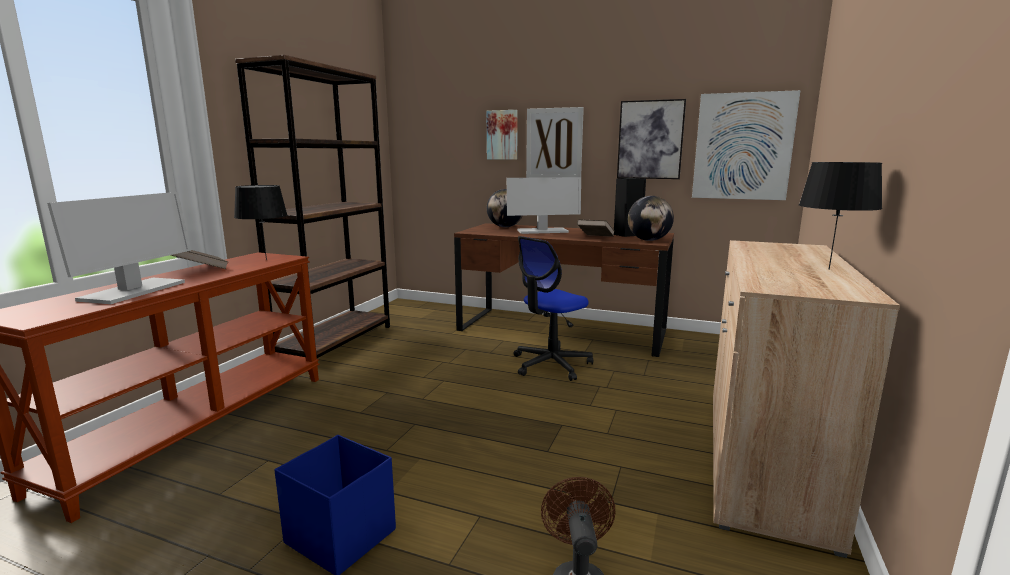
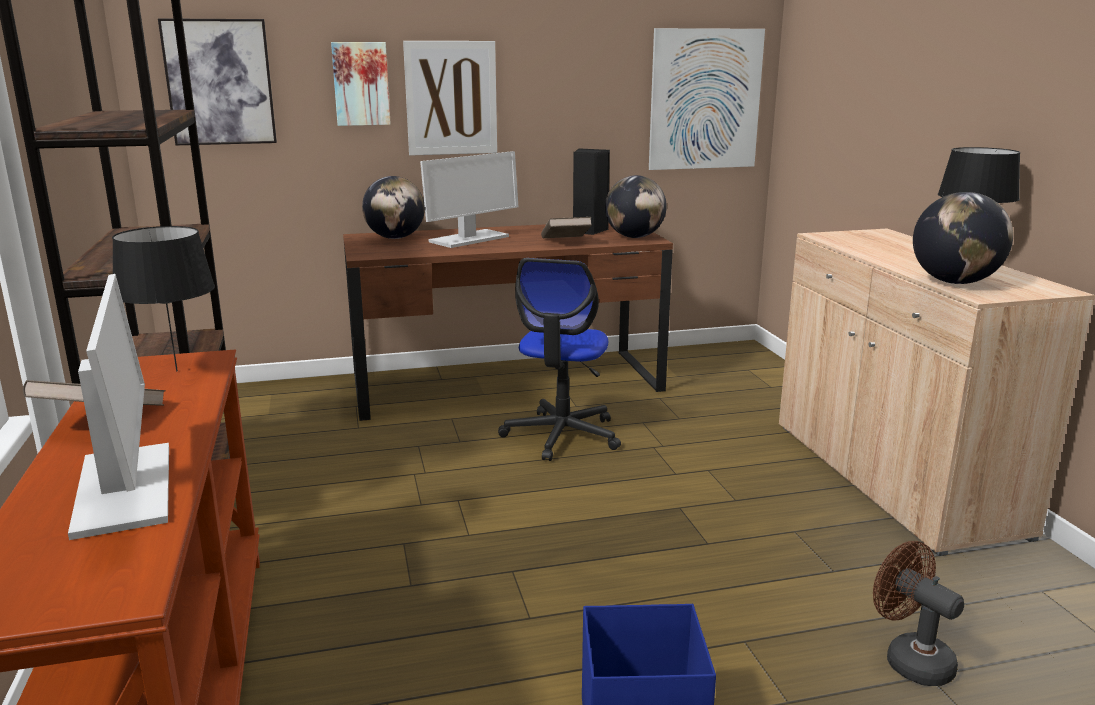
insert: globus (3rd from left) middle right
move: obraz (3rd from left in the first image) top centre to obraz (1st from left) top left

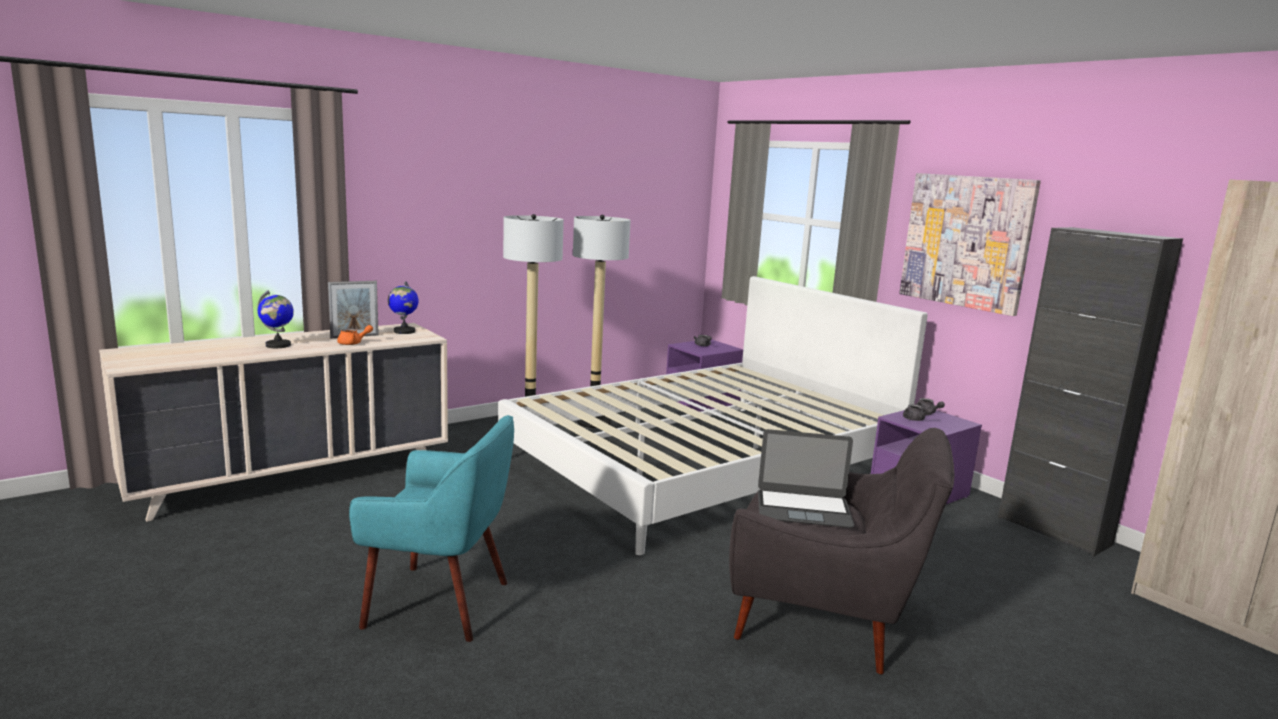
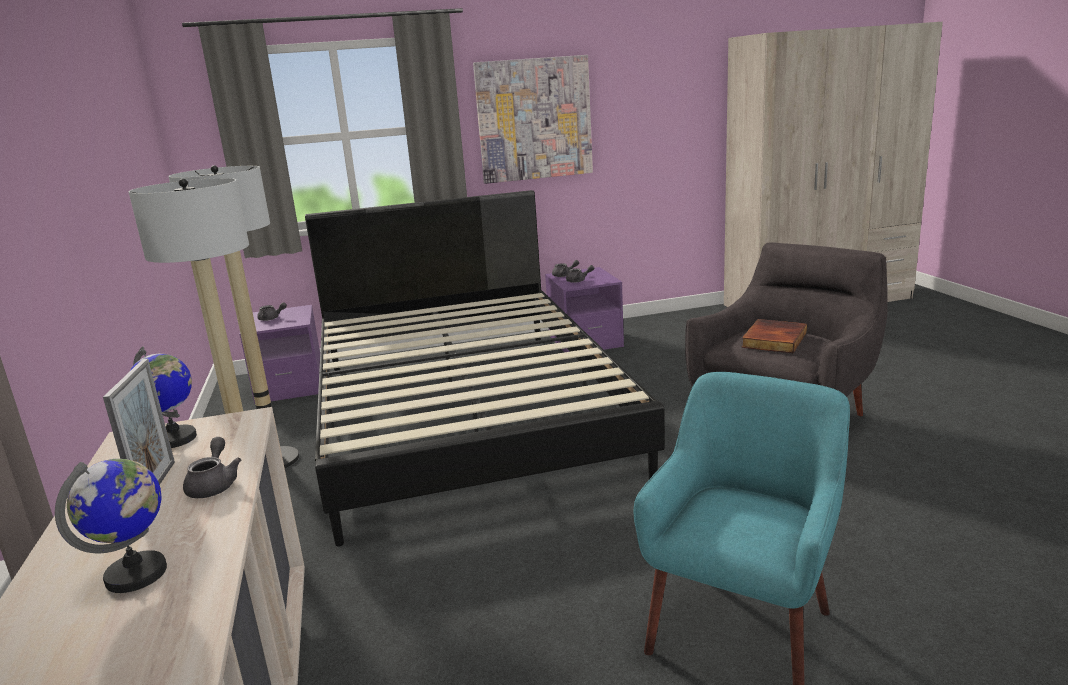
delete: szafka/czarny middle right
replace: laptop centre to książka middle right
recolor: imbryk/pomarańczowy middle left to imbryk/szary (1st from left) bottom left; łóżko/biały centre to łóżko/czarny centre

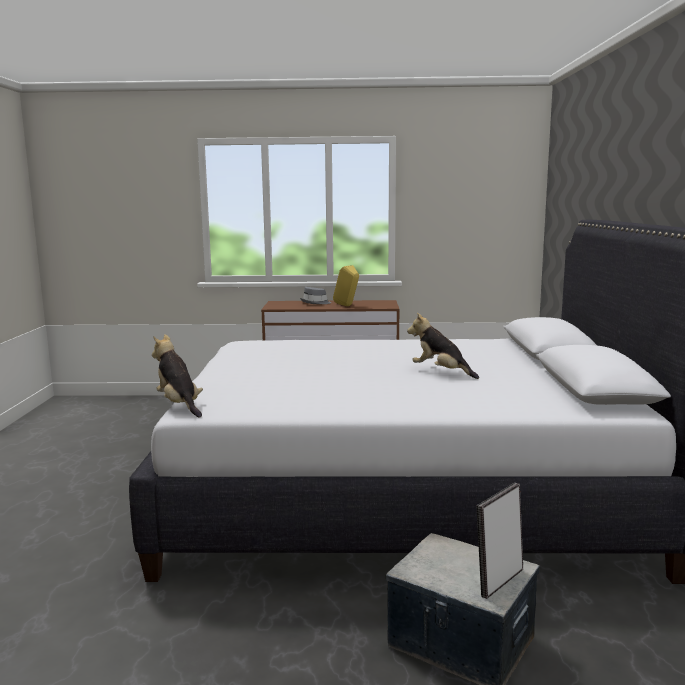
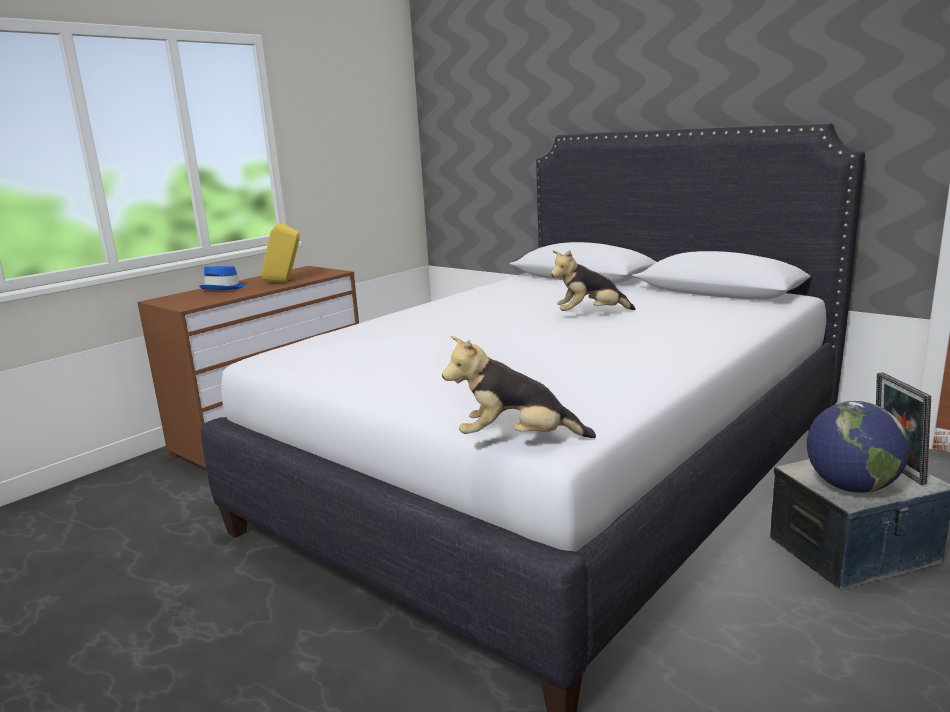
insert: globus middle right
recolor: kapelusz/szary centre to kapelusz/niebieski middle left

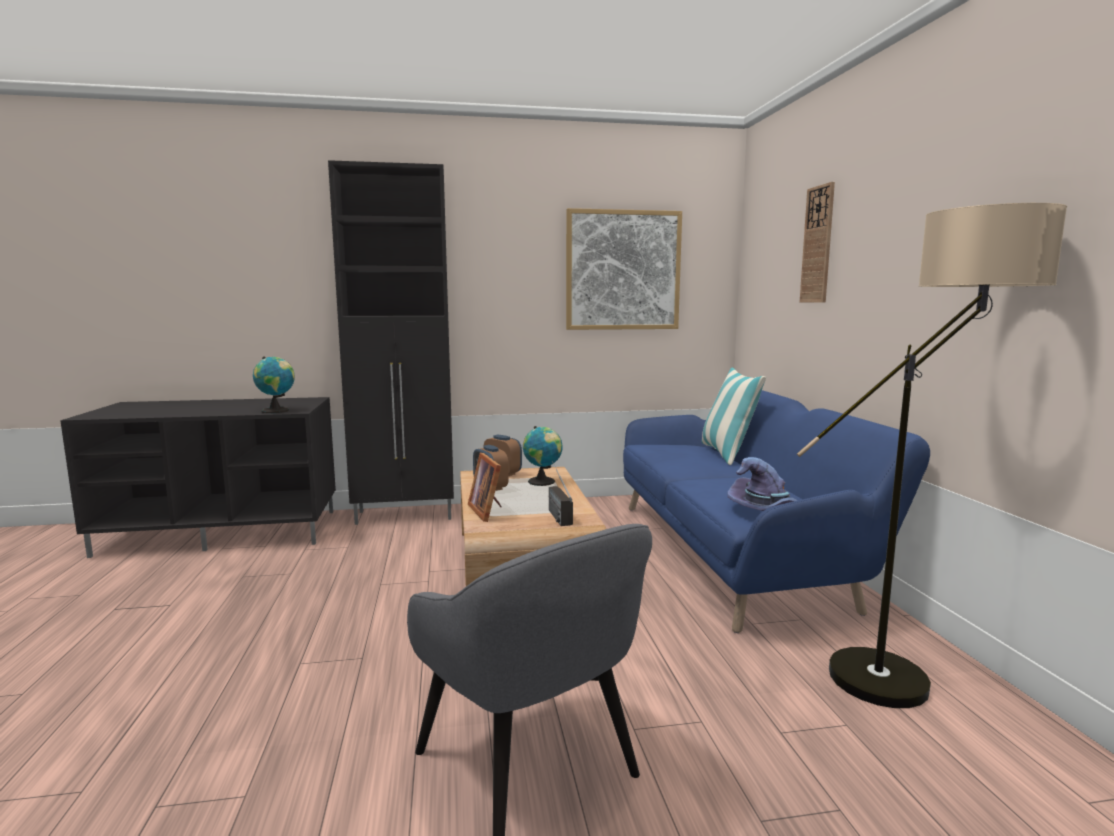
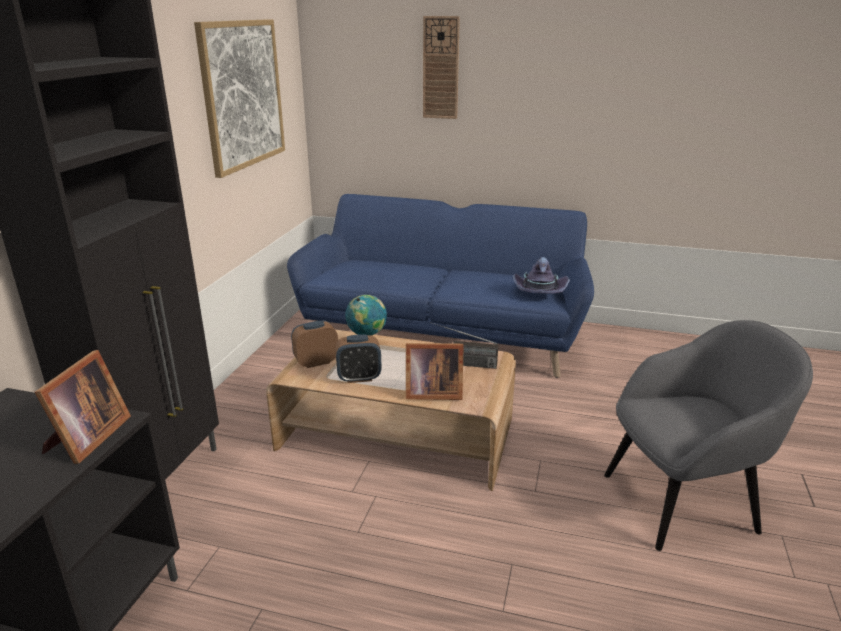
delete: poduszka centre; lampa stojąca middle right
replace: globus (1st from left) middle left to ramka na zdjęcie (1st from left) middle left

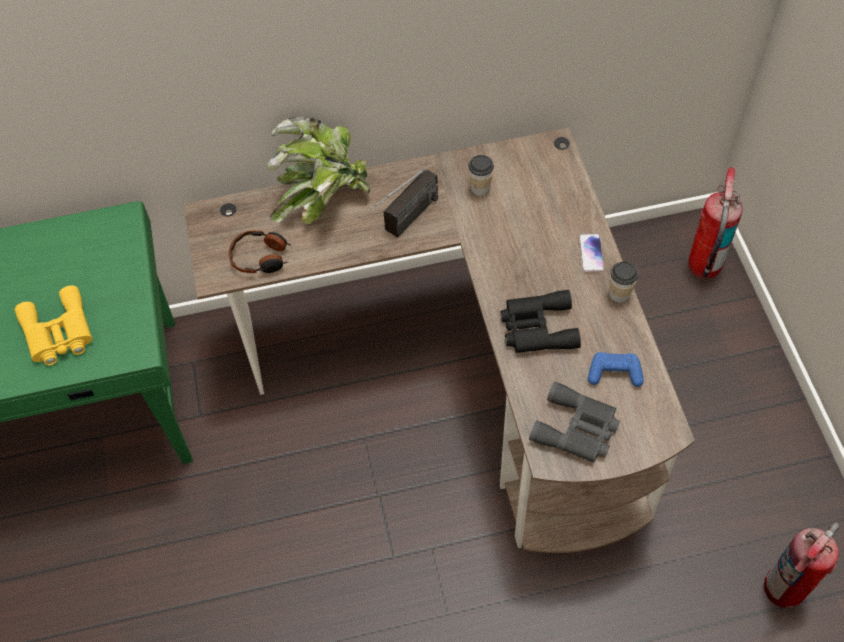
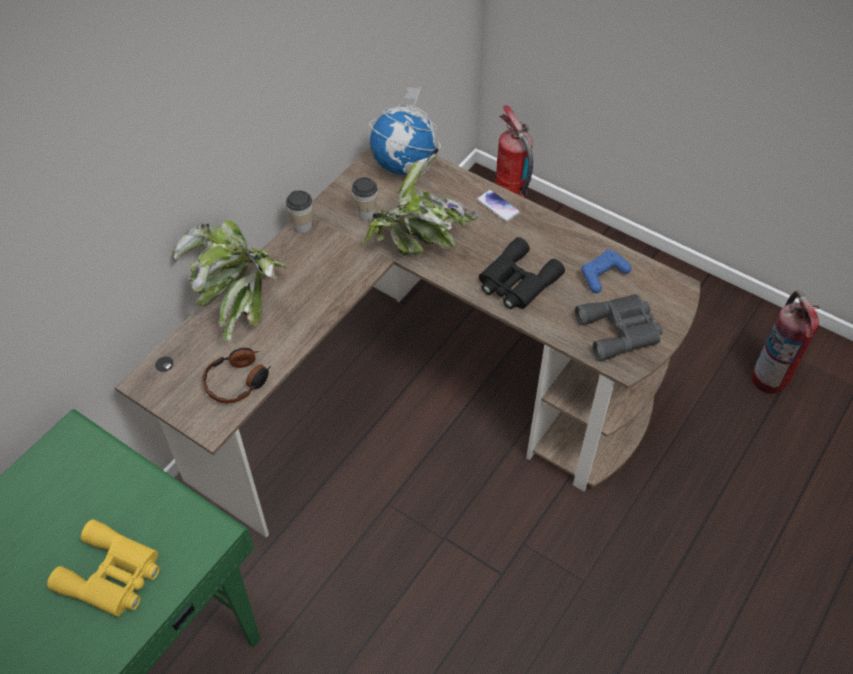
delete: radio top centre
insert: roślina doniczkowa (2nd from left) top centre; globus top centre
move: filiżanka (2nd from left in the first image) middle right to filiżanka (1st from left) top centre

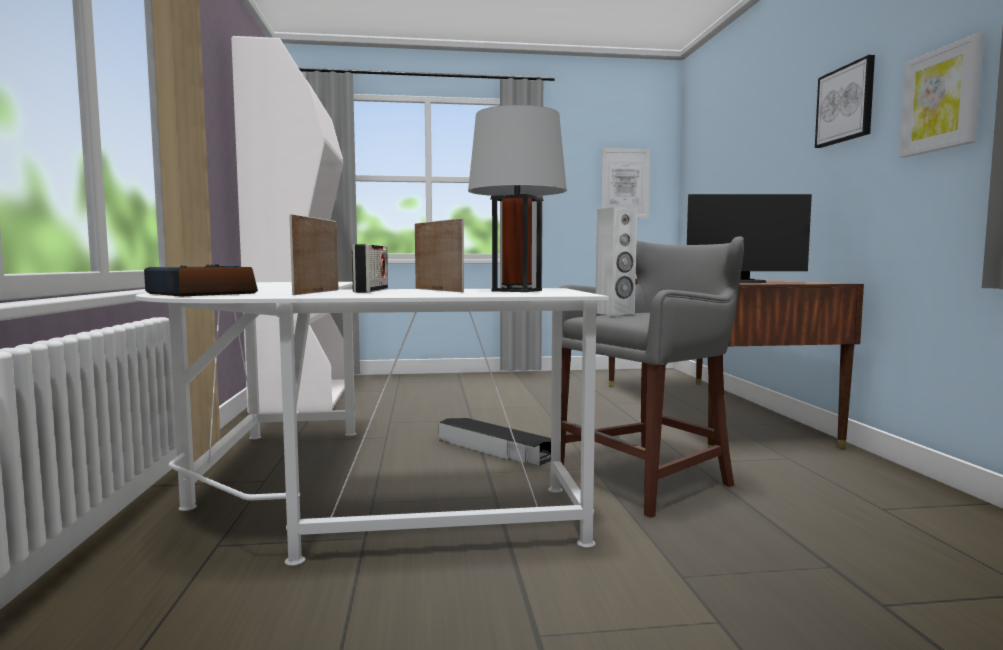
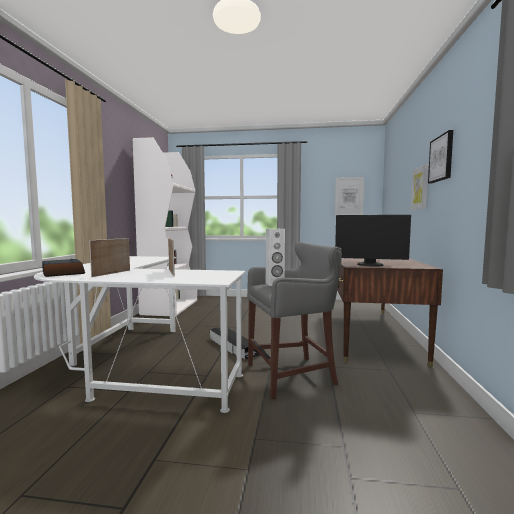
delete: radio centre; lampa stołowa/szary top centre
move: obraz (3rd from left in the first image) top right to obraz (2nd from left) middle right

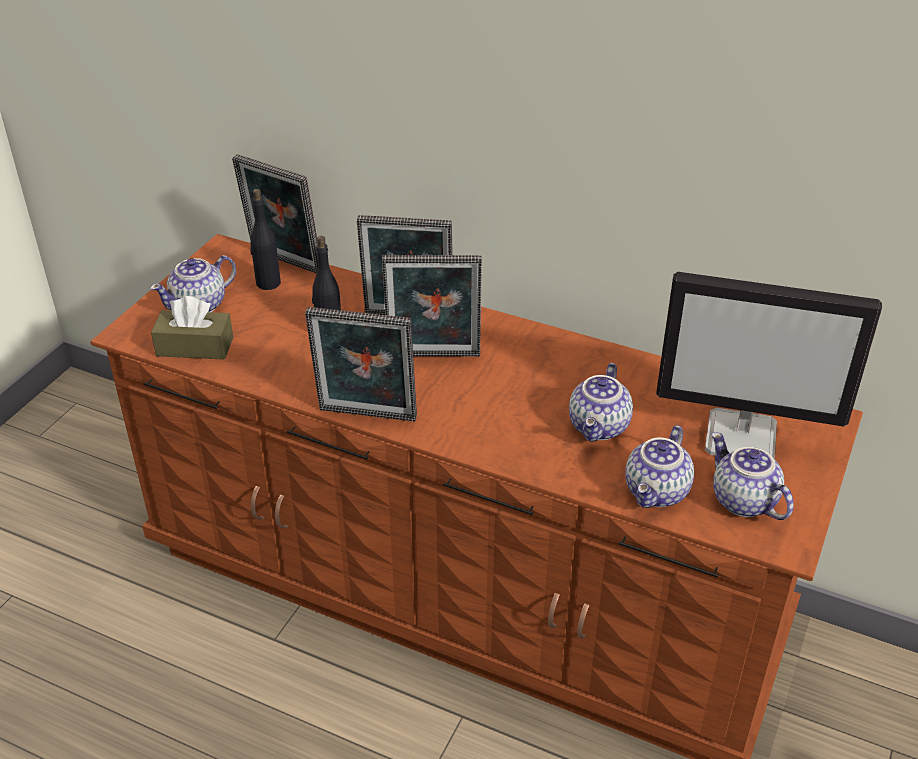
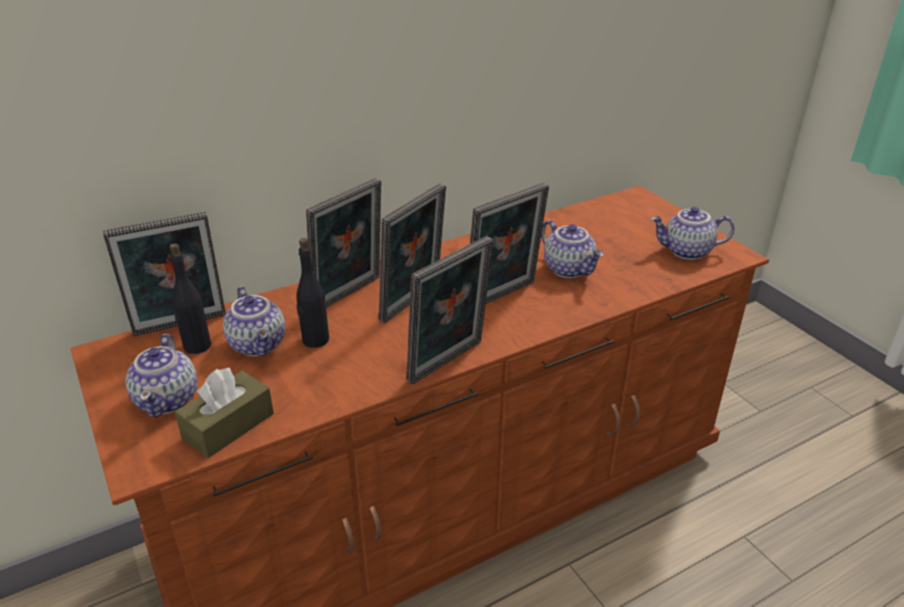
delete: monitor middle right
insert: ramka na zdjęcie (5th from left) centre
move: imbryk (3rd from left in the first image) middle right to imbryk (2nd from left) middle left

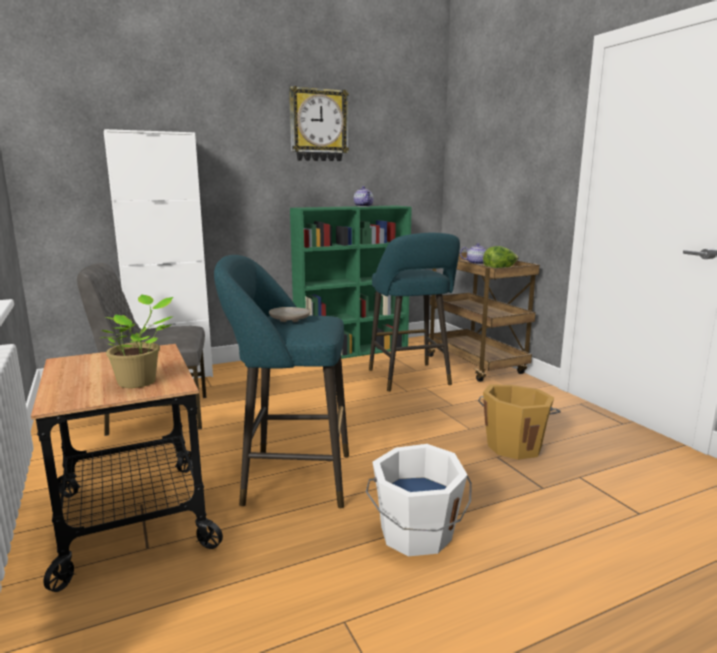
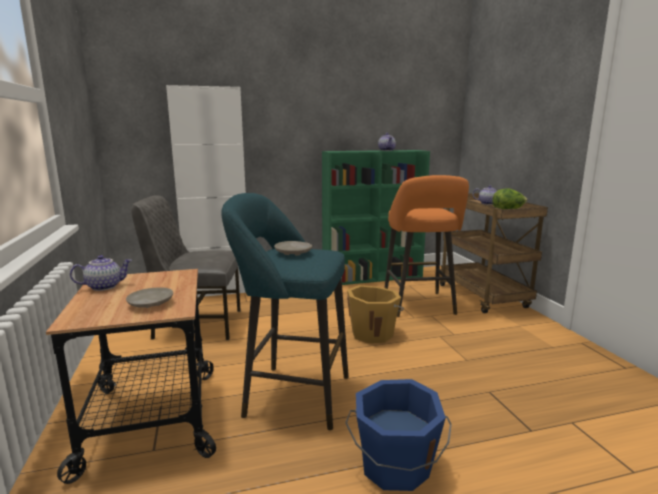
delete: zegar ścienny top centre
insert: imbryk (1st from left) middle left
move: wiadro/pomarańczowy middle right to centre
replace: roślina doniczkowa middle left to talerz/beżowy (1st from left) middle left
recolor: wiadro/biały bottom centre to wiadro/niebieski bottom centre; stołek/turkusowy (2nd from left) centre to stołek/pomarańczowy centre

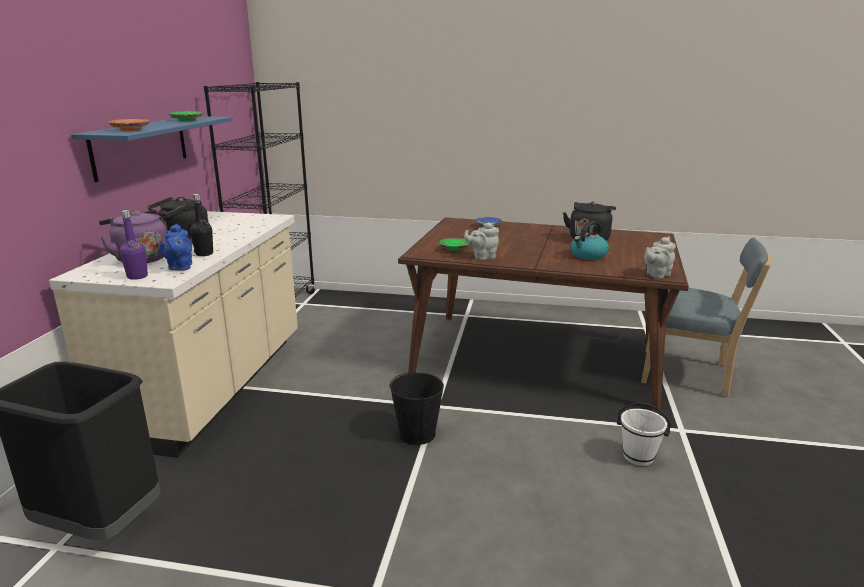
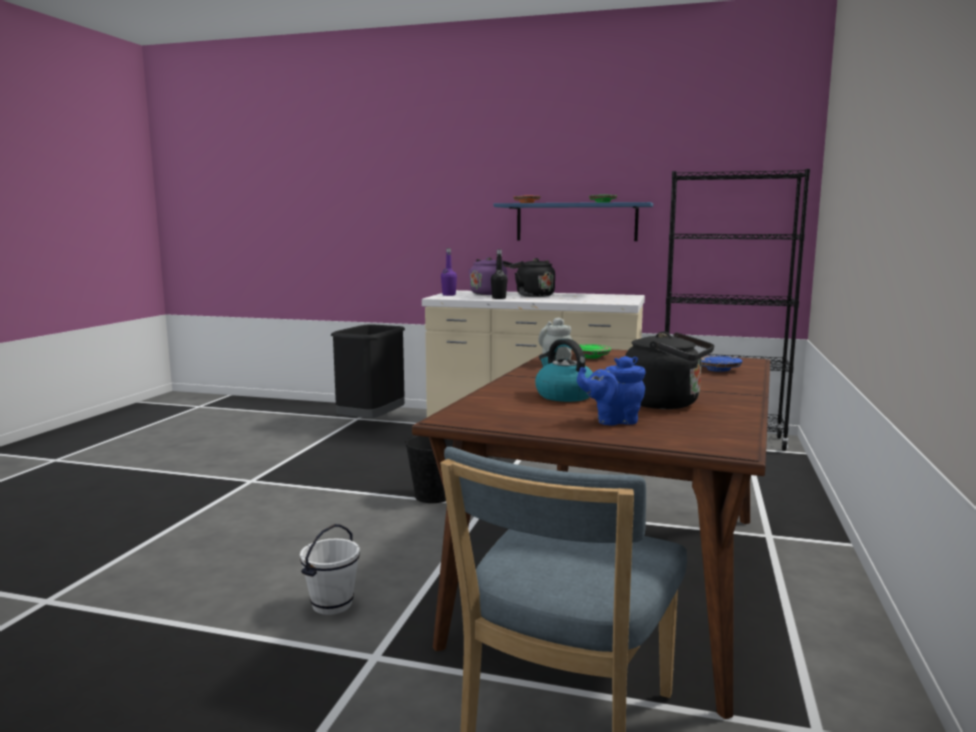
delete: imbryk/szary (2nd from left) middle right
move: imbryk/niebieski middle left to centre

